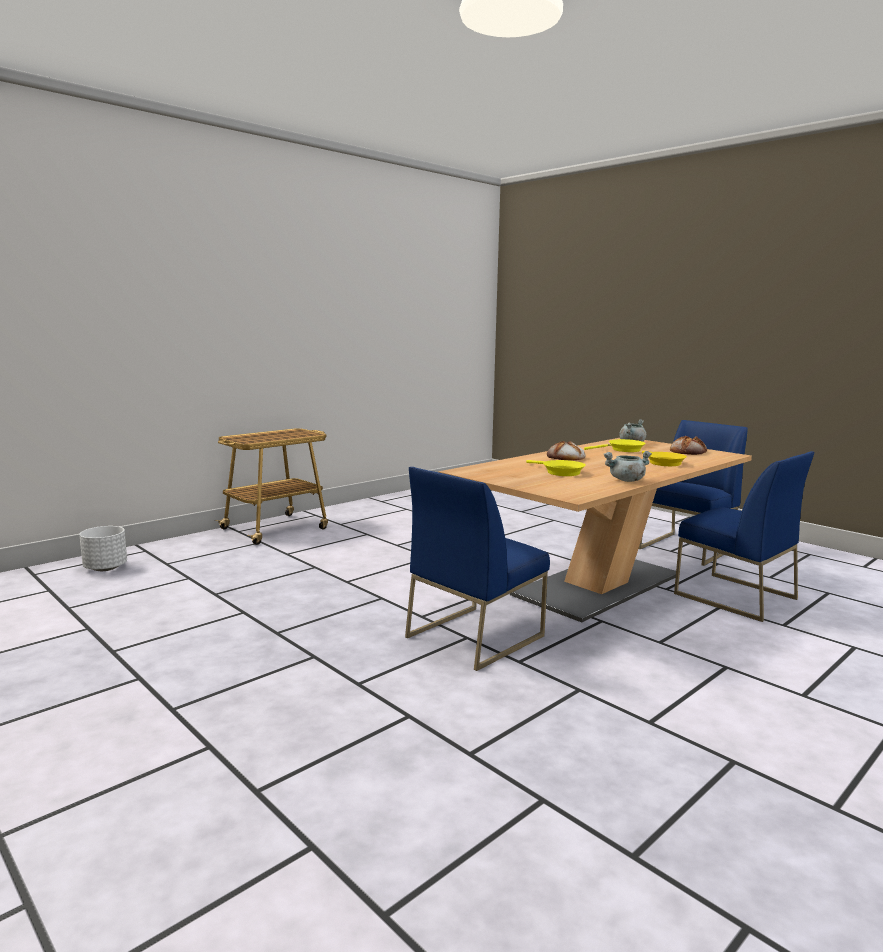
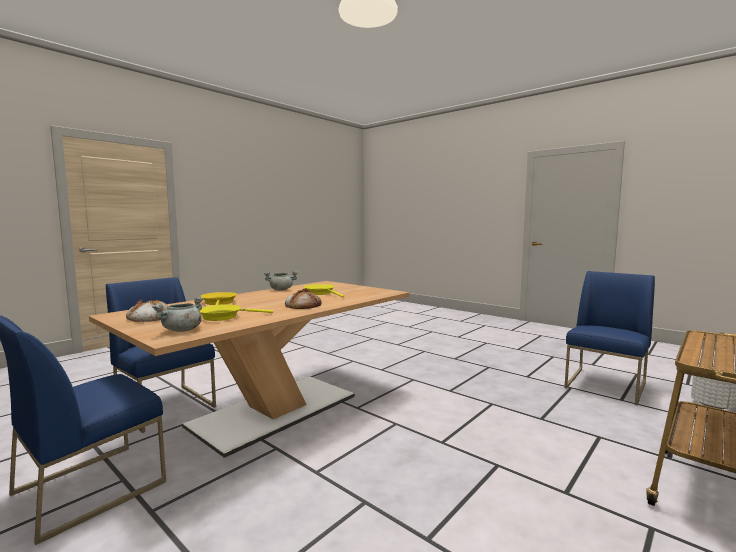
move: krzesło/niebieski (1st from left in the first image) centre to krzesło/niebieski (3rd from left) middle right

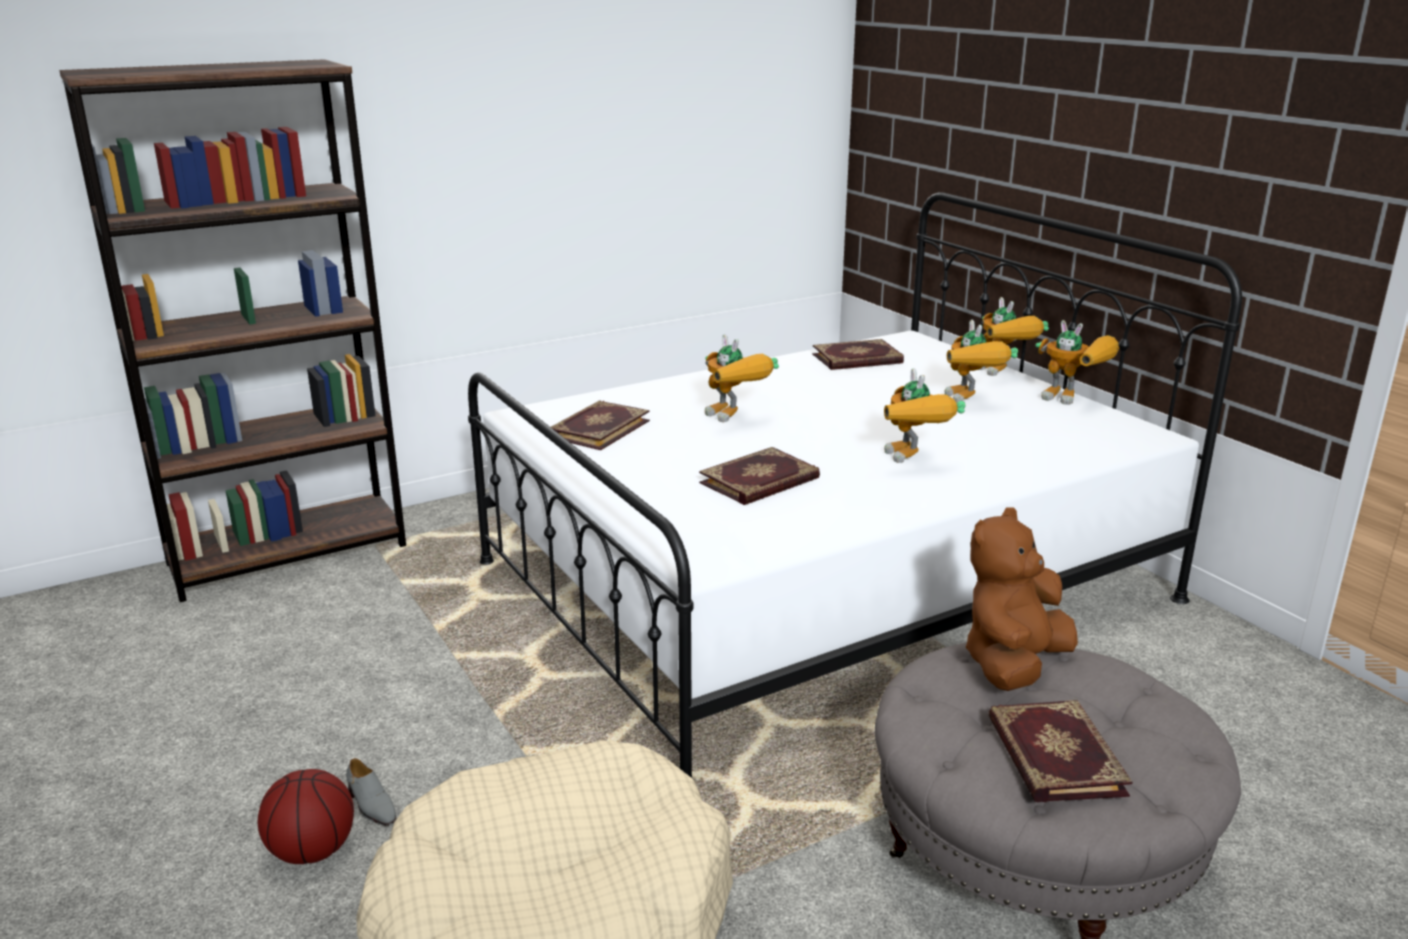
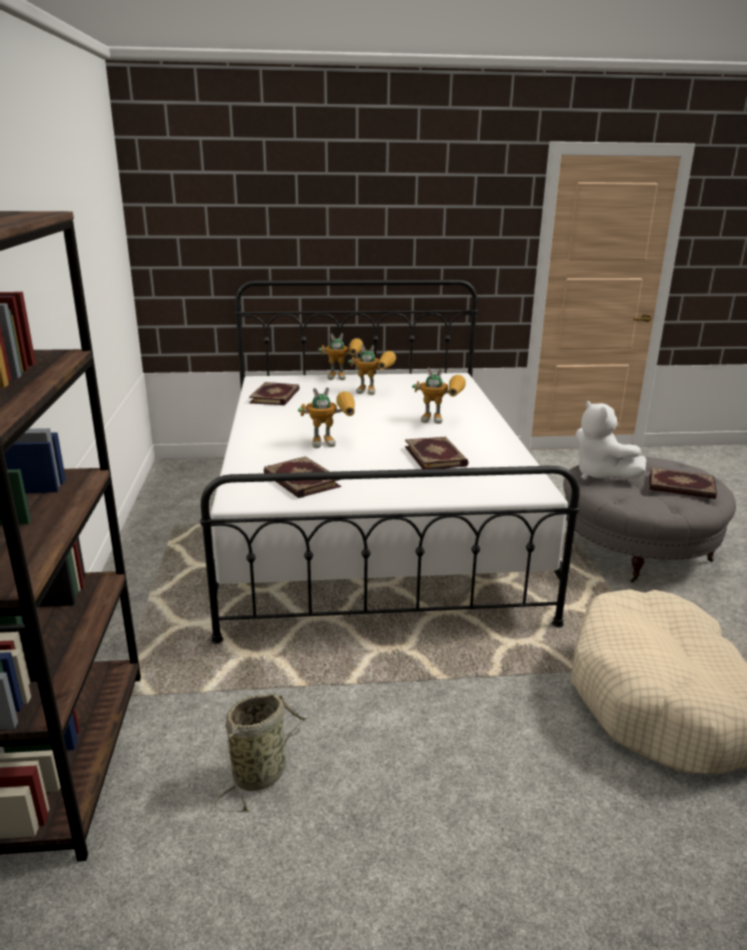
delete: piłka do koszykówki bottom left; but/szary bottom left; robot zabawkowy (5th from left) middle right
insert: koszyk bottom centre
recolor: pluszak/brązowy middle right to pluszak/biały middle right

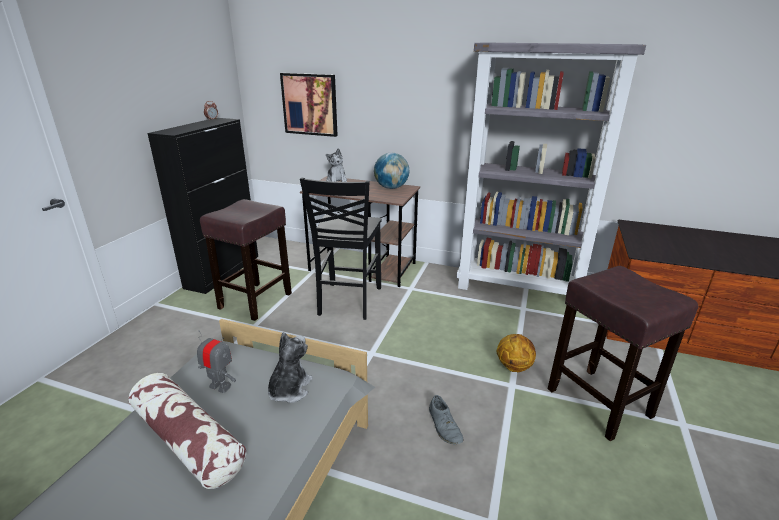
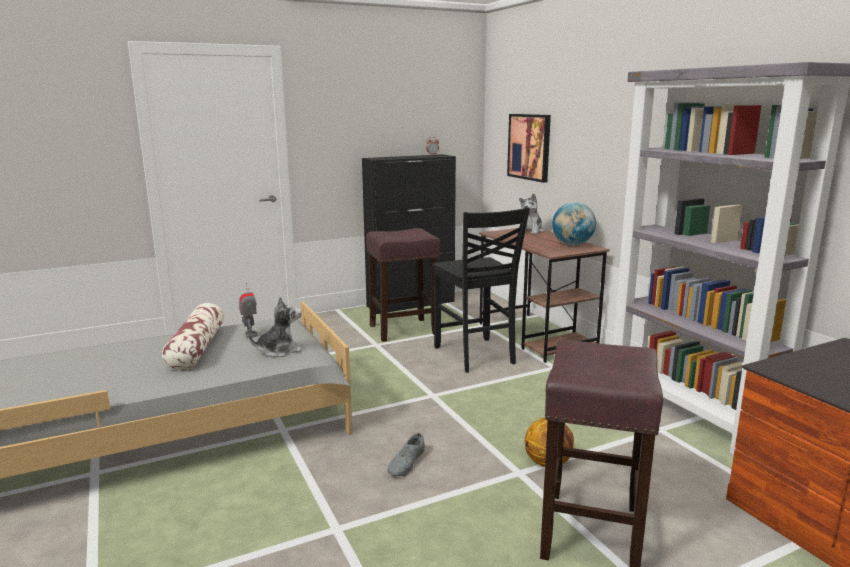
rotate: krzesło/czarny centre = centre 75 degrees counterclockwise

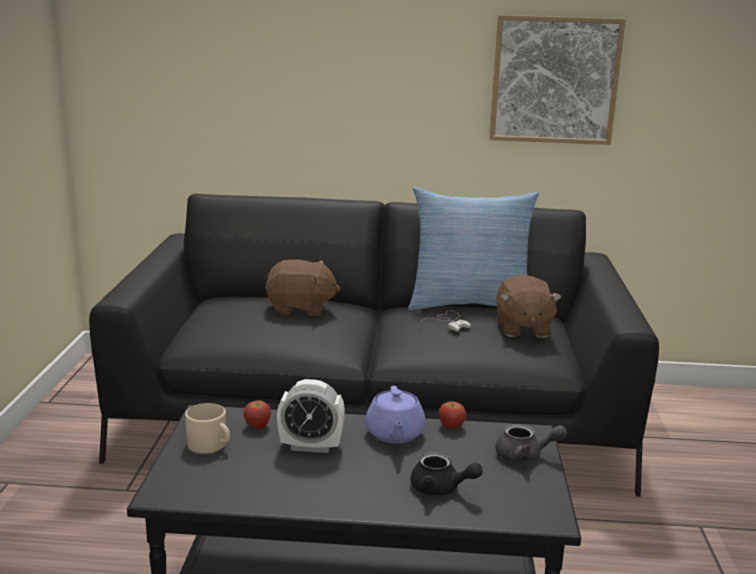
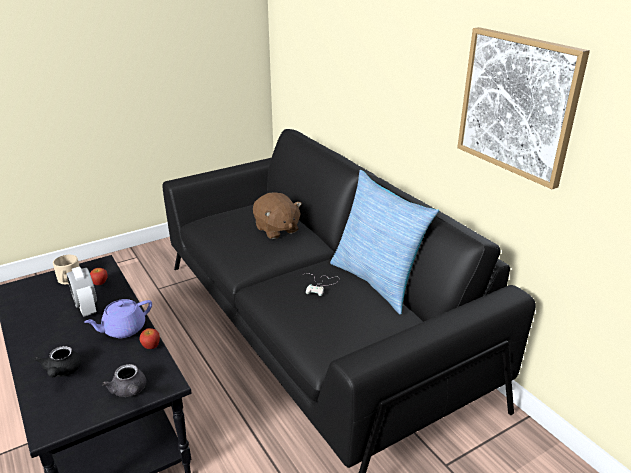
delete: pluszak/brązowy (2nd from left) middle right

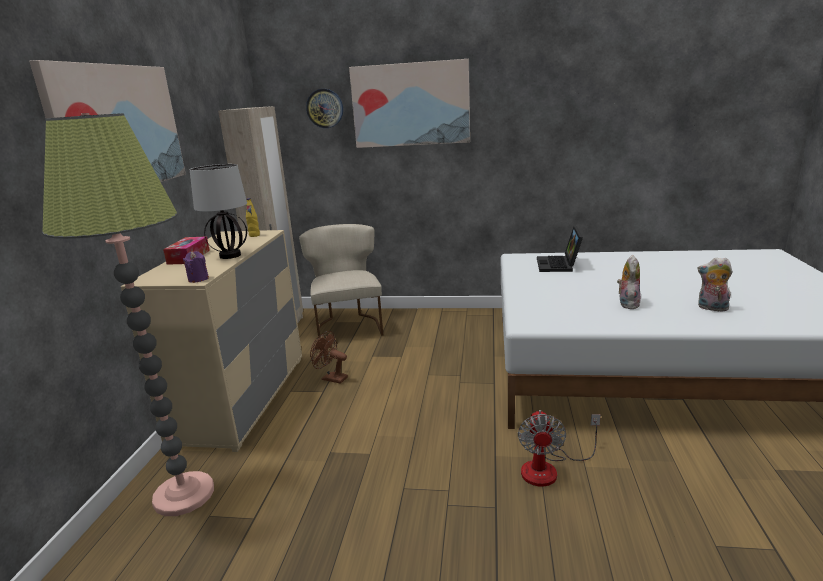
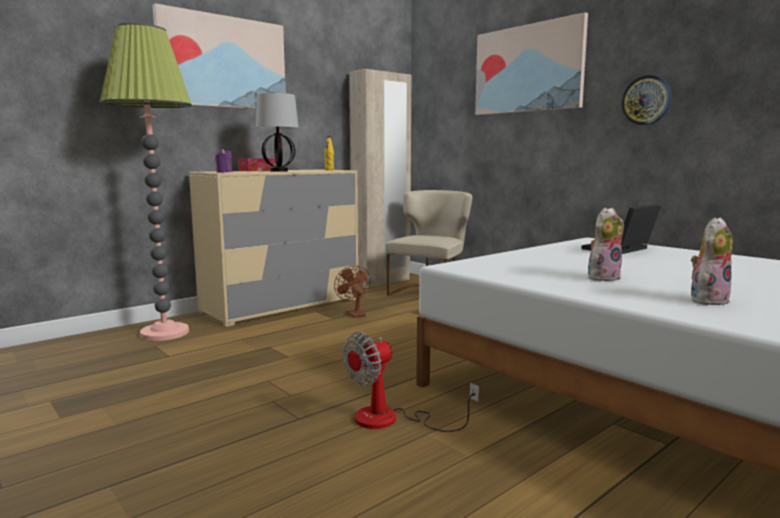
move: zegar ścienny top centre to top right
rotate: pluszak (2nd from left) middle right = middle right 75 degrees clockwise

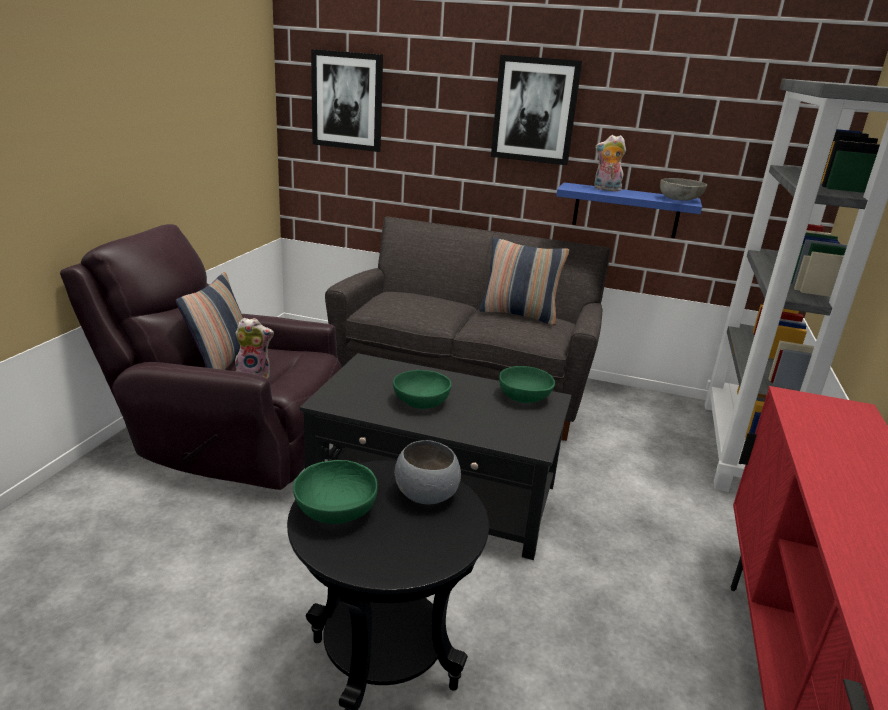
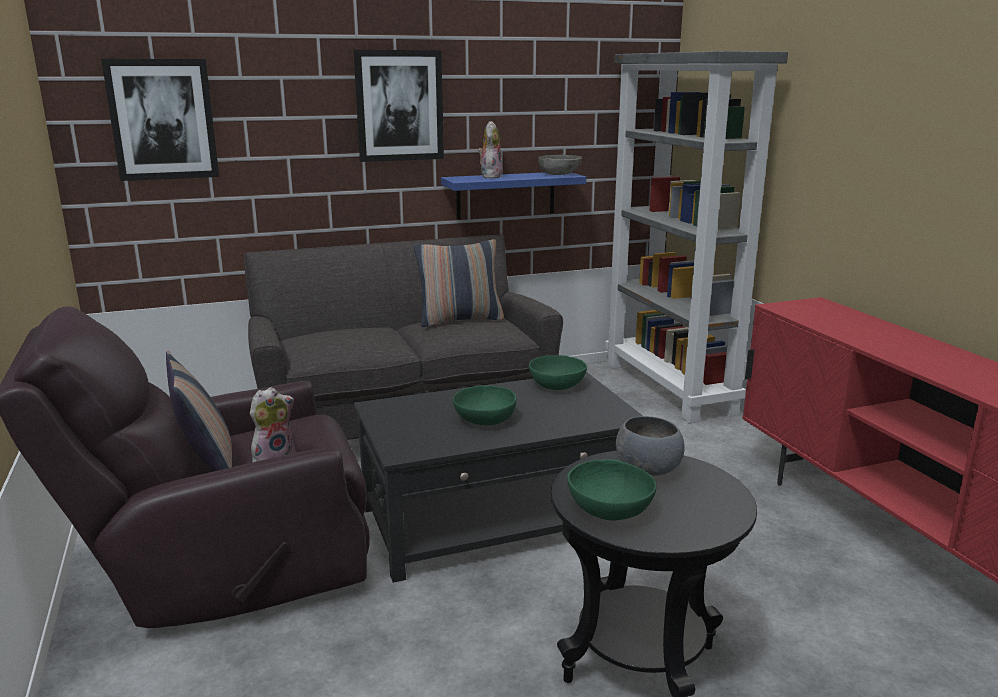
rotate: pluszak (2nd from left) top right = top centre 120 degrees clockwise

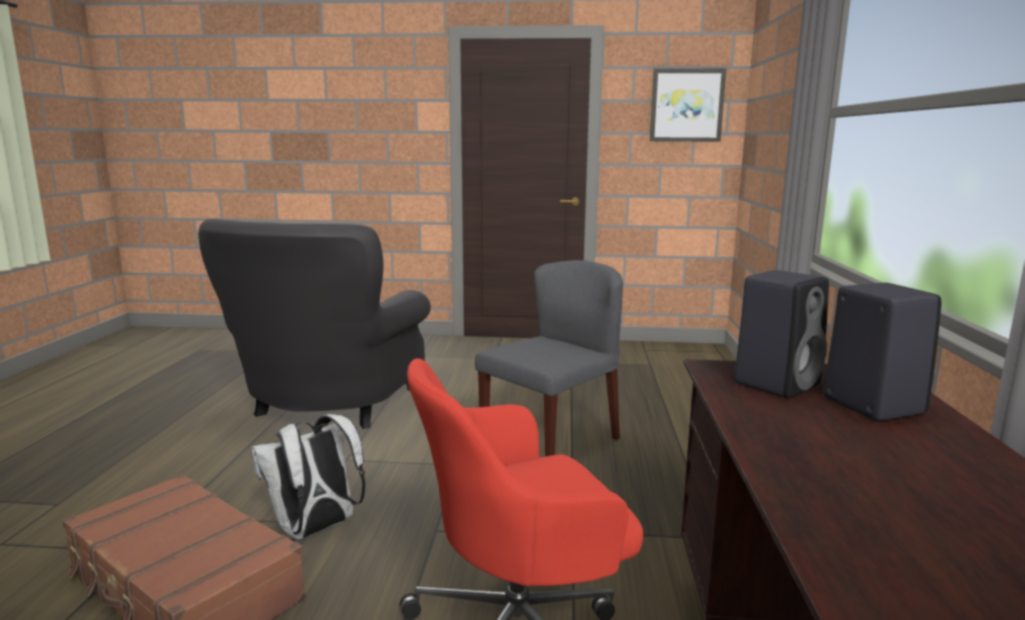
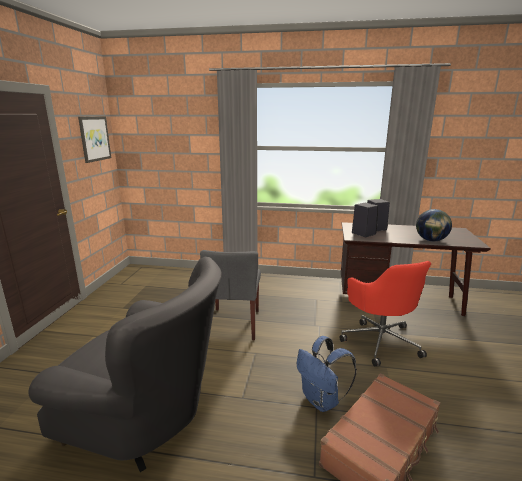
insert: globus middle right
recolor: plecak/biały bottom left to plecak/niebieski bottom centre
rotate: krzesło/szary centre = centre 135 degrees counterclockwise

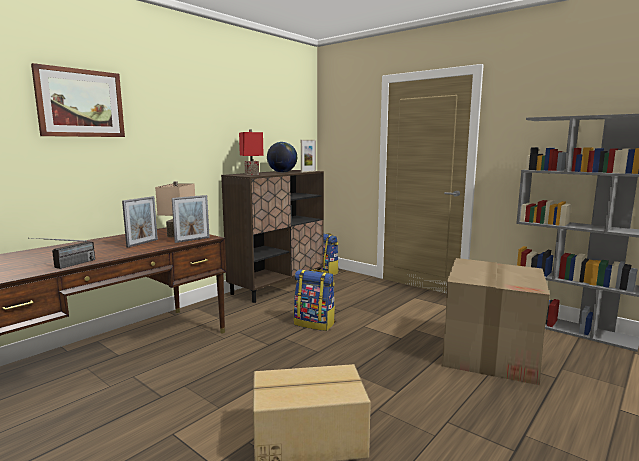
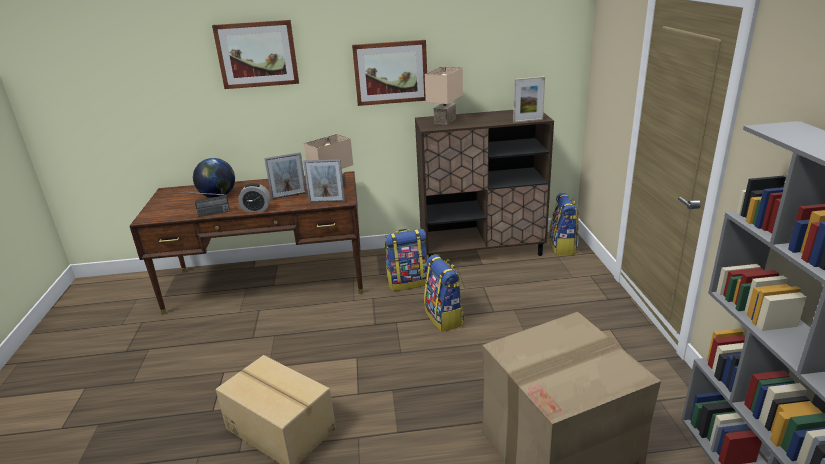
insert: budzik middle left; obraz (2nd from left) top centre; plecak (1st from left) centre
move: globus centre to middle left
recolor: lampa stołowa/czerwony top centre to lampa stołowa/beżowy (2nd from left) top centre

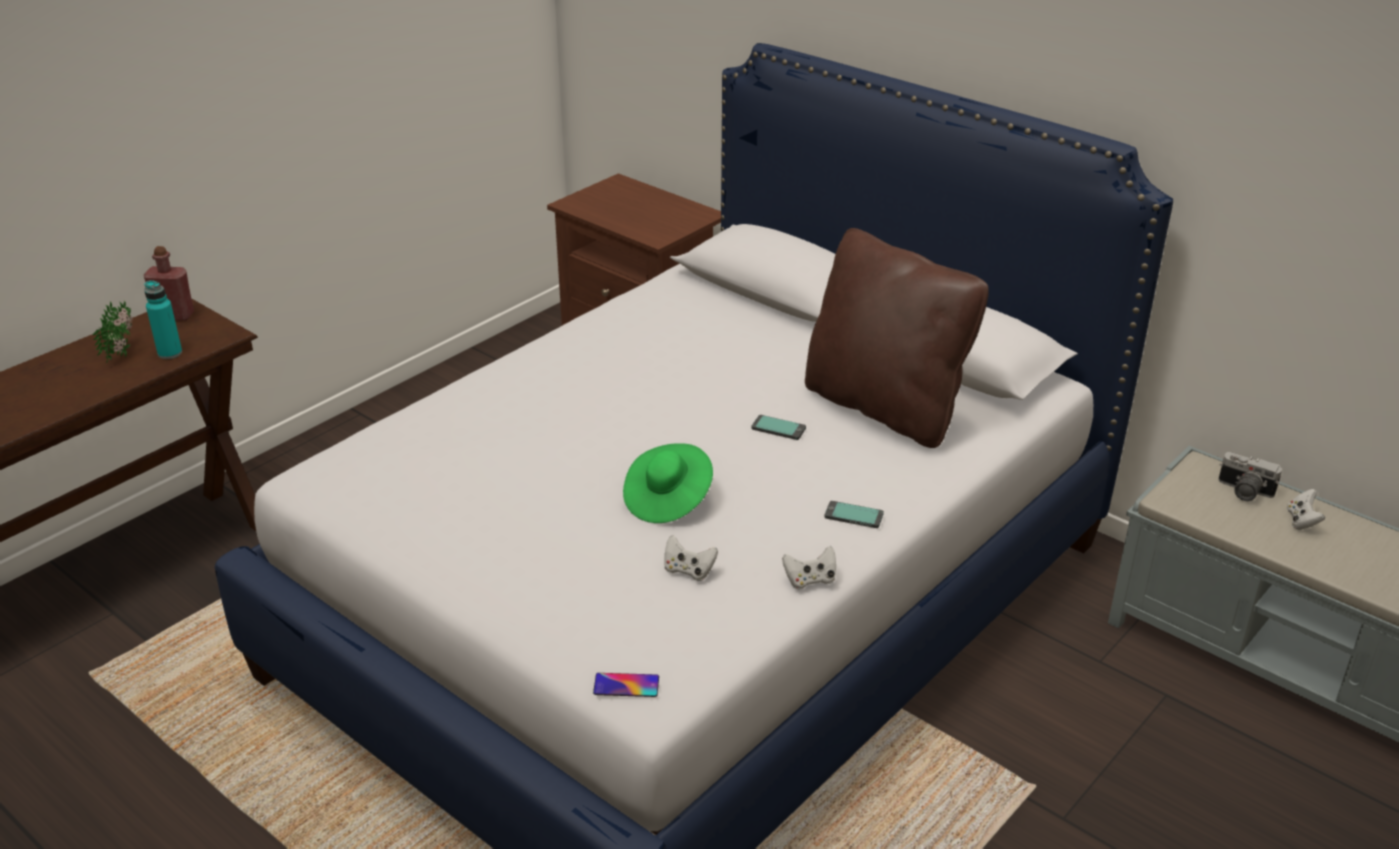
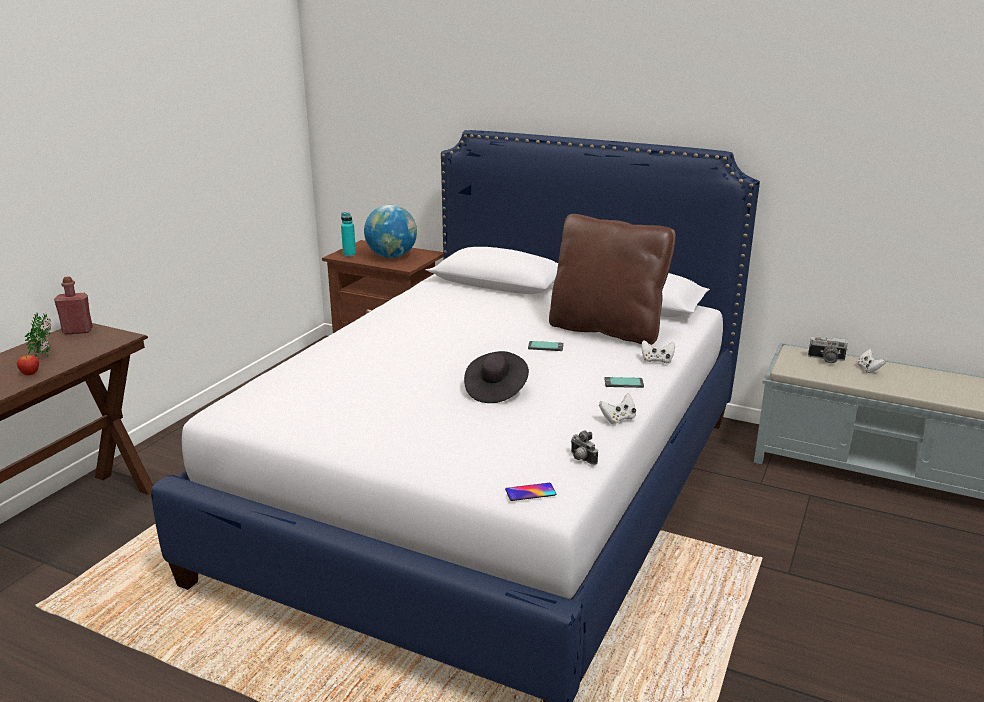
insert: jabłko middle left; globus top centre; aparat fotograficzny (1st from left) centre
move: butelka/turkusowy middle left to centre; pad do gier/biały (1st from left in the first image) centre to pad do gier/biały (2nd from left) middle right
recolor: kapelusz/zielony centre to kapelusz/czarny centre

